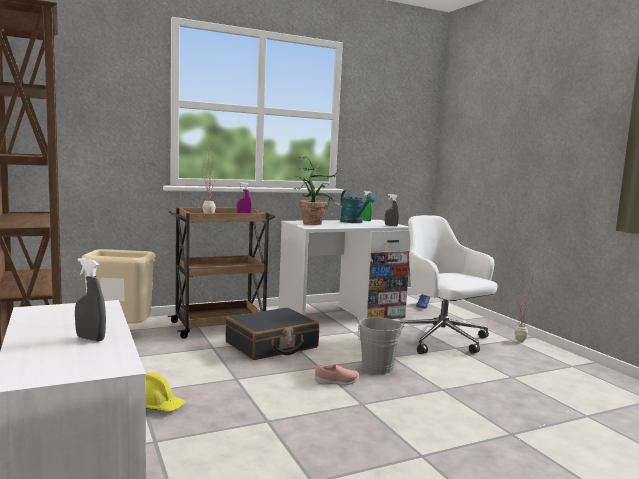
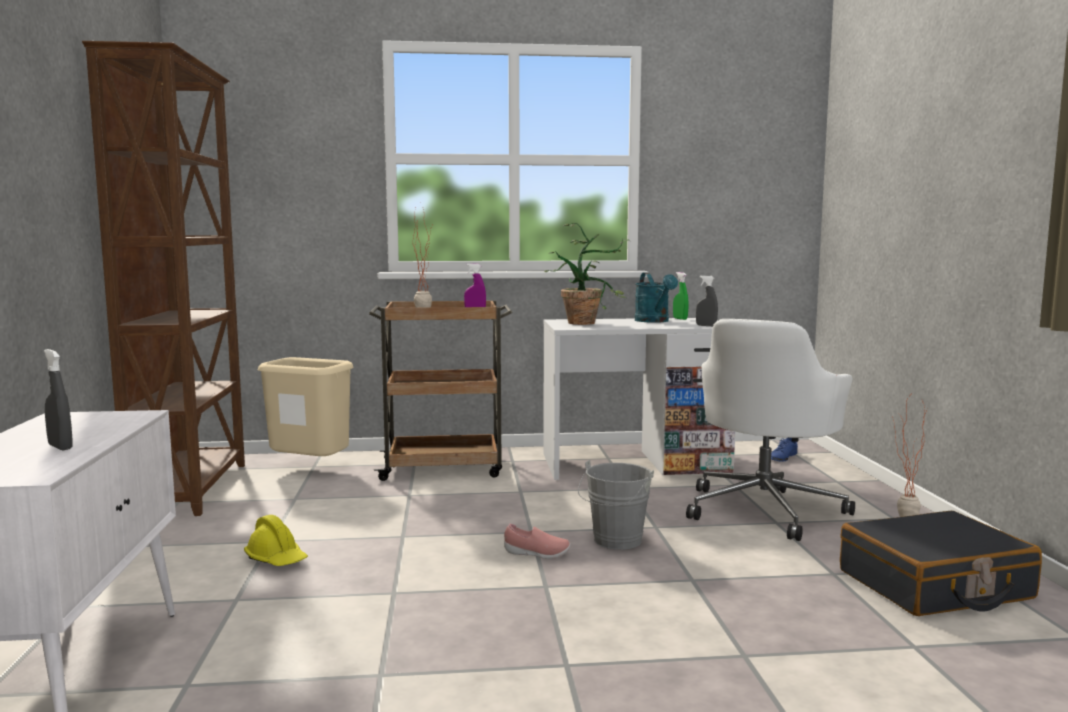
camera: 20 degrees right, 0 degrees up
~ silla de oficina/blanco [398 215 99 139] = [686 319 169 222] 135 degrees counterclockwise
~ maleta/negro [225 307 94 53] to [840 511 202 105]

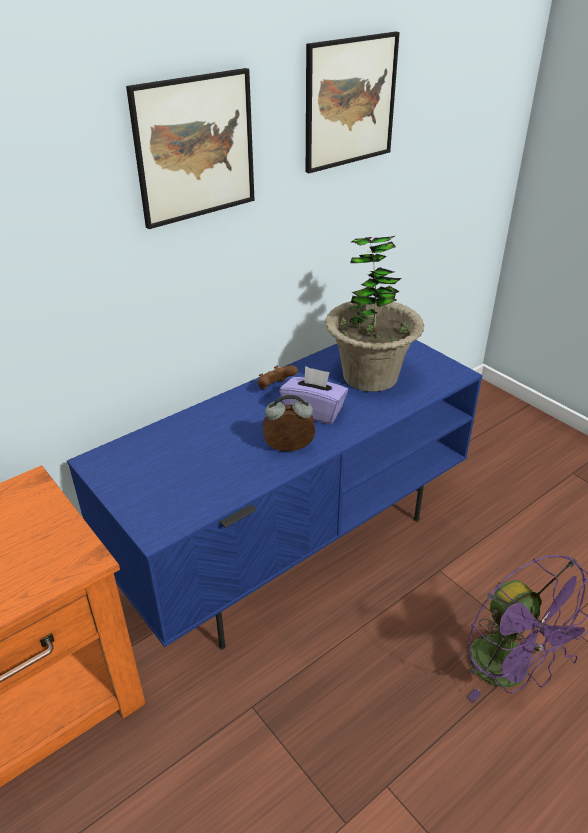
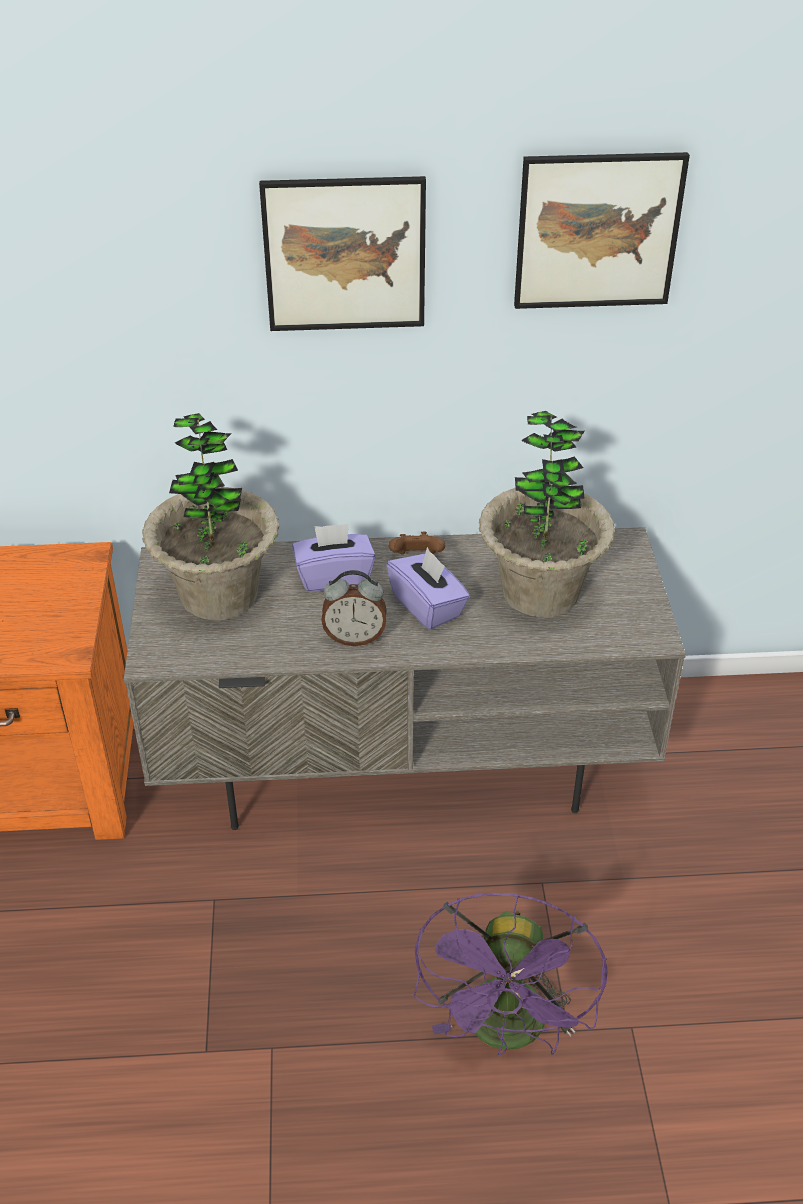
camera: 35 degrees right, 5 degrees up
~ mueble de televisión/azul [67 340 416 309] to mueble de televisión/gris [124 527 562 303]
+ planta en maceta [142 413 137 208]
+ caja de pañuelos/morado [292 524 84 68]
~ despertador [263 395 52 57] = [321 570 66 76] 150 degrees clockwise

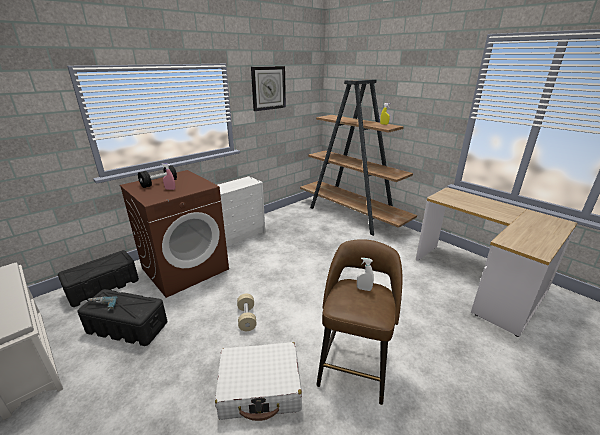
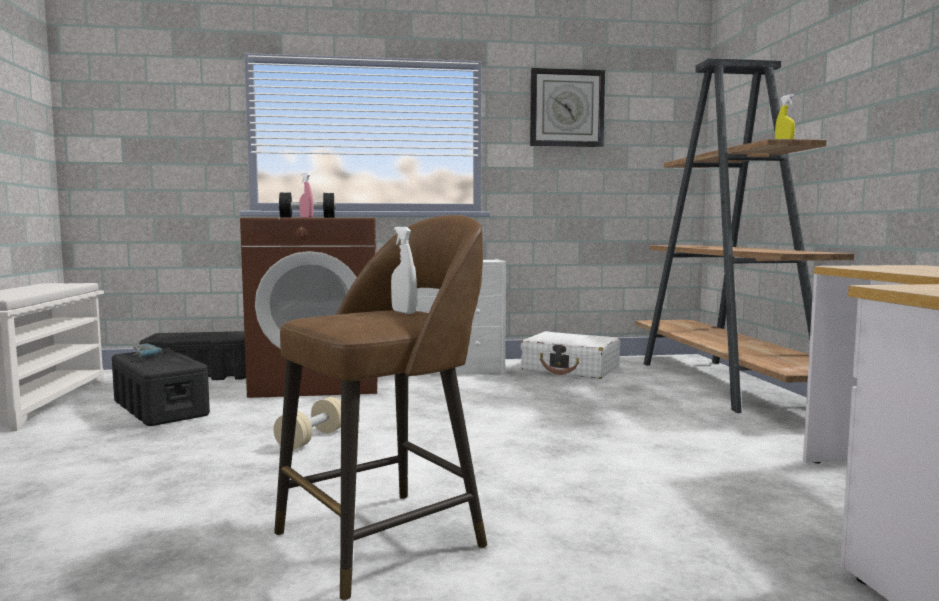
camera: 35 degrees right, 20 degrees down
~ maleta/blanco [215 342 87 79] to [521 331 99 48]

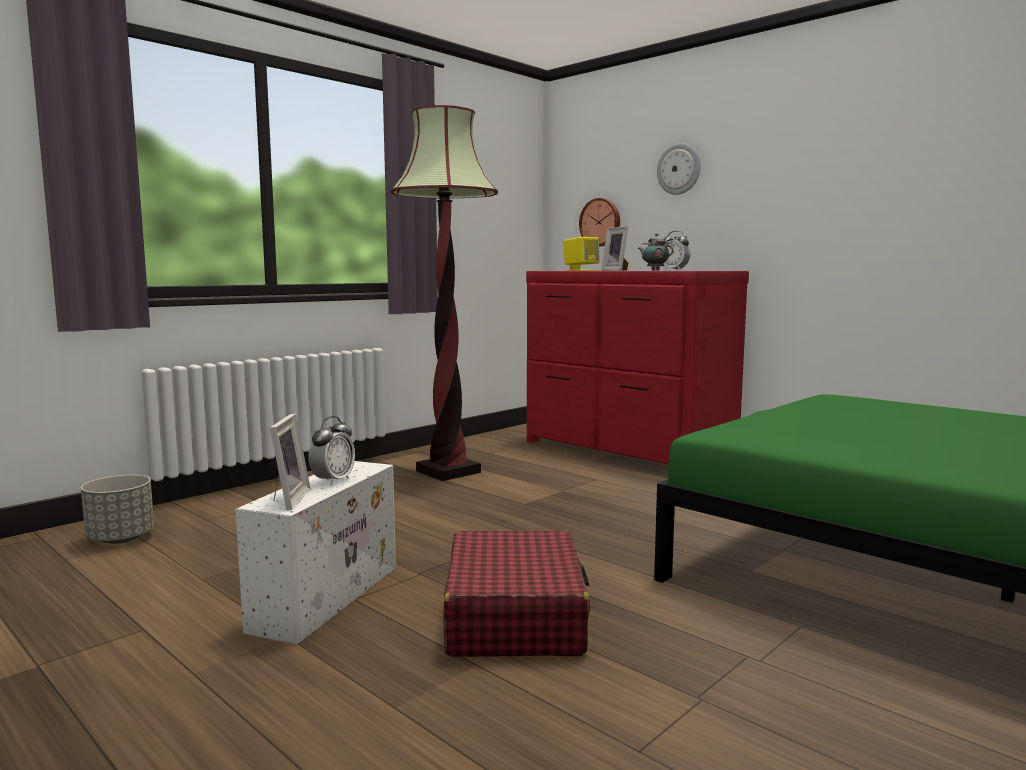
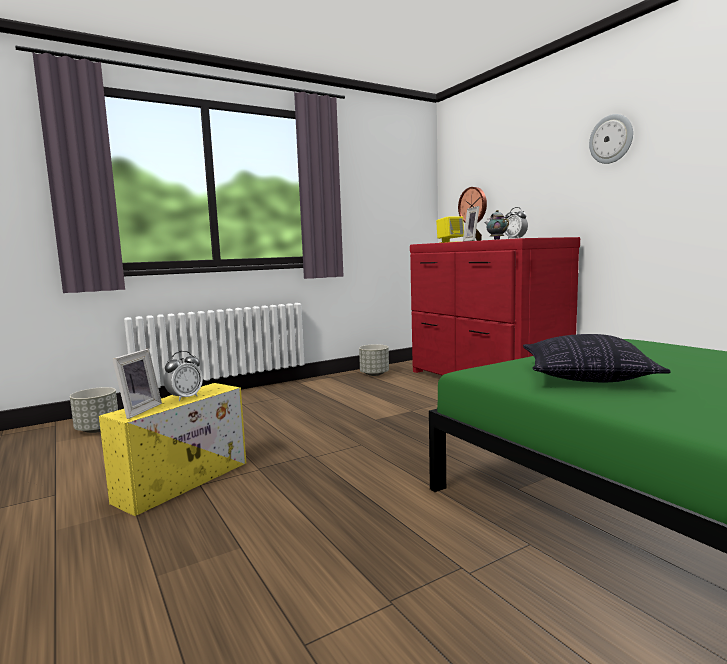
camera: 15 degrees right, 0 degrees up
~ caja de almacenaje/blanco [235 461 161 184] to caja de almacenaje/amarillo [99 383 147 133]
+ maceta/gris [359 344 30 32]
+ cojín [523 334 148 48]
~ reloj de pared [657 143 44 52] to [589 114 44 50]
- lámpara de pie [390 105 108 376]
- maleta/rojo [443 530 147 127]

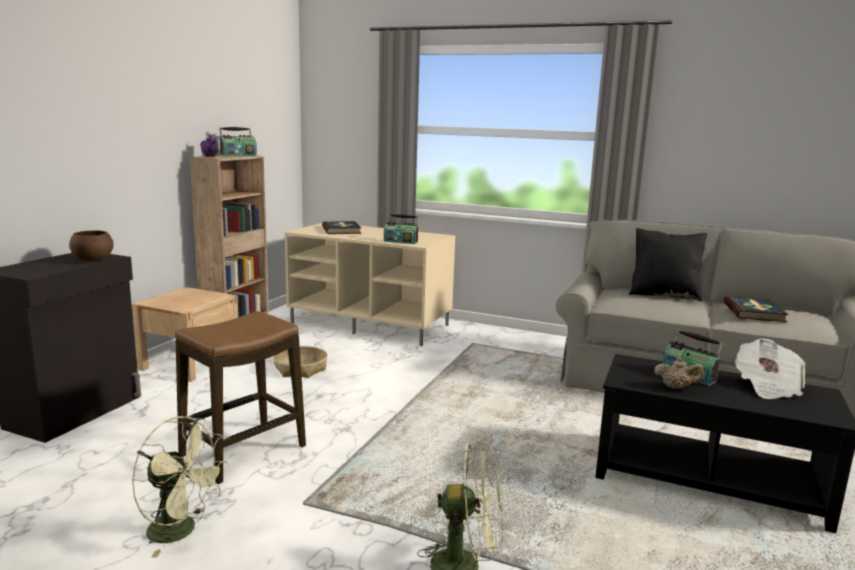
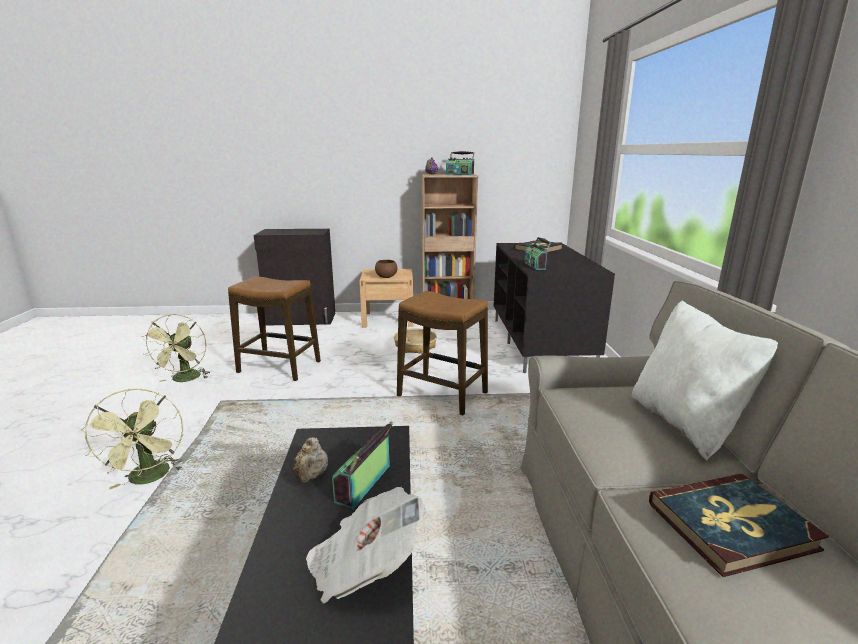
camera: 65 degrees right, 5 degrees up
~ cuenco/marrón [69 230 45 31] to [375 260 22 18]
+ taburete [397 291 91 124]
~ mueble de televisión/beis [285 223 170 123] to mueble de televisión/negro [494 242 121 131]
~ cojín/negro [628 228 79 74] to cojín/blanco [632 301 146 159]

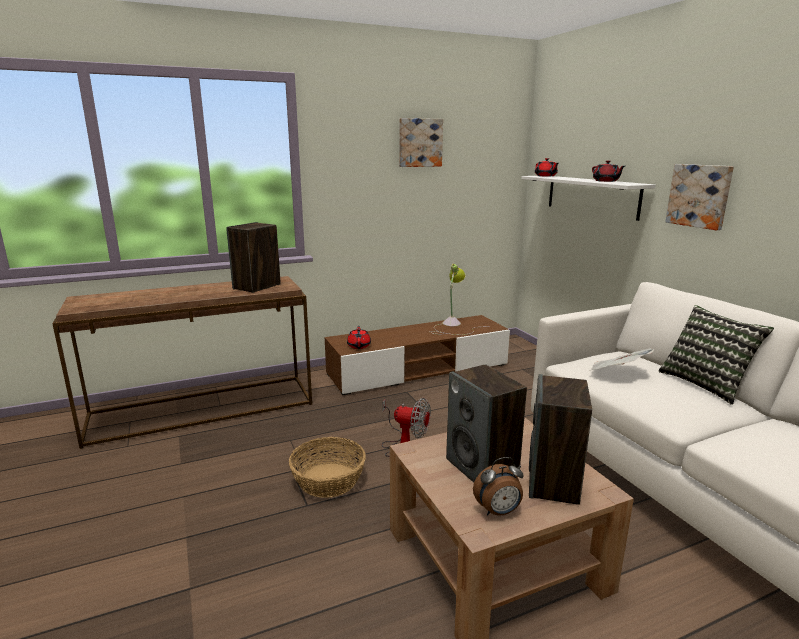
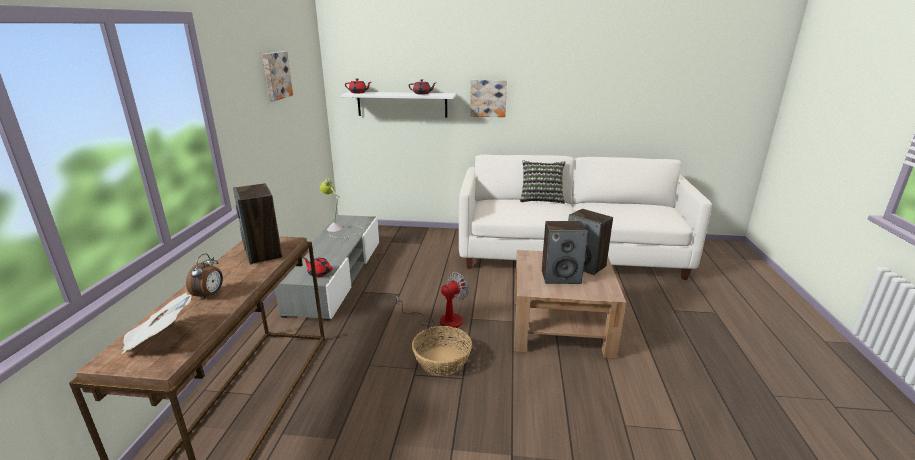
camera: 60 degrees left, 5 degrees up
~ periódico [589 348 65 23] to [121 292 71 62]
~ despertador [473 457 51 59] to [186 254 37 46]
~ mueble de televisión/marrón [325 315 185 80] to mueble de televisión/gris [275 215 104 106]

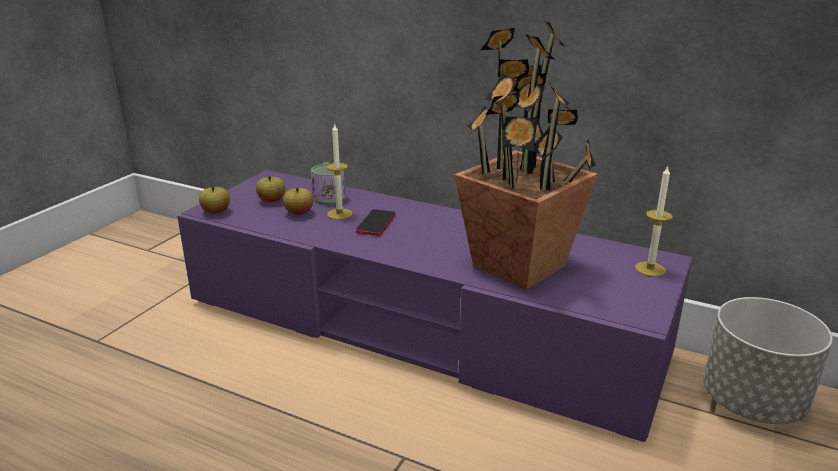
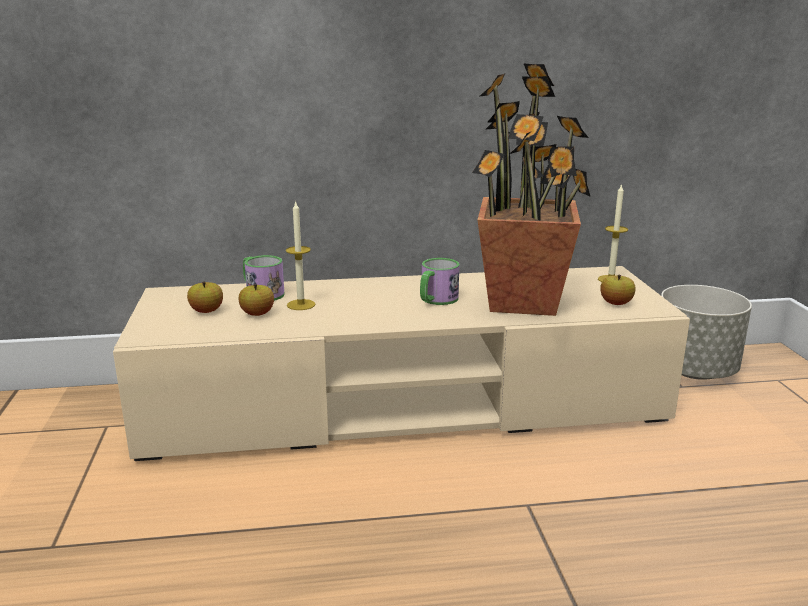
camera: 35 degrees left, 5 degrees down
~ mueble de televisión/morado [177 170 516 272] to mueble de televisión/beis [113 266 577 195]
+ taza grande [420 258 40 47]
~ manzana [199 187 31 26] to [600 275 36 30]
- móvil [356 209 40 27]

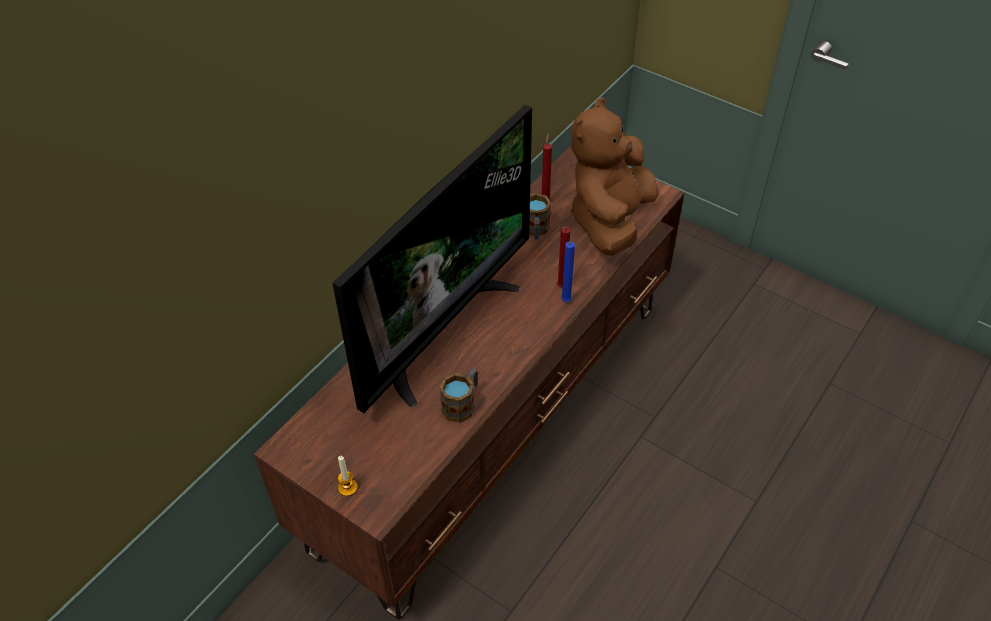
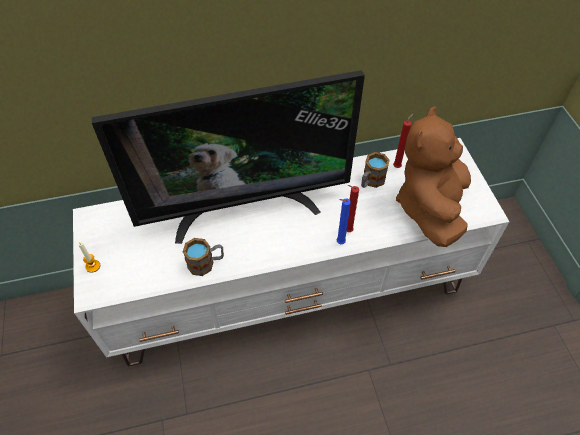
camera: 40 degrees right, 5 degrees up
~ mueble de televisión/marrón [254 146 430 474] to mueble de televisión/blanco [73 138 437 228]
~ peluche/marrón [570 97 88 158] = [396 106 75 141] 45 degrees counterclockwise

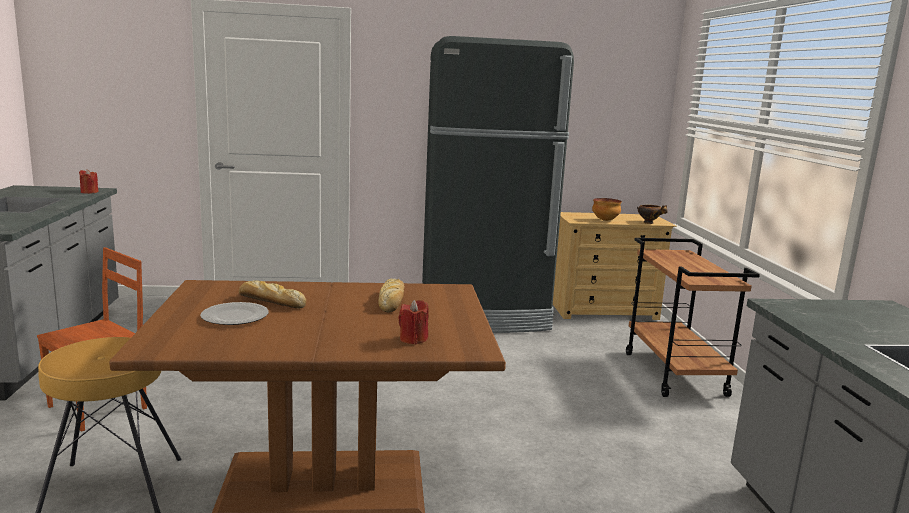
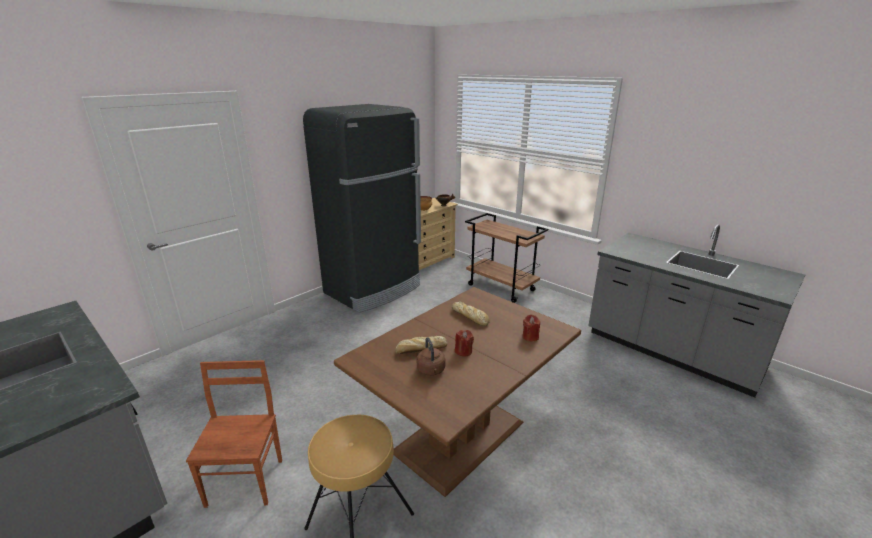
camera: 40 degrees left, 10 degrees up
~ plato [200 302 69 23] to hervidor/marrón [417 337 28 39]
~ vela/rojo [79 169 20 25] to [455 330 19 27]

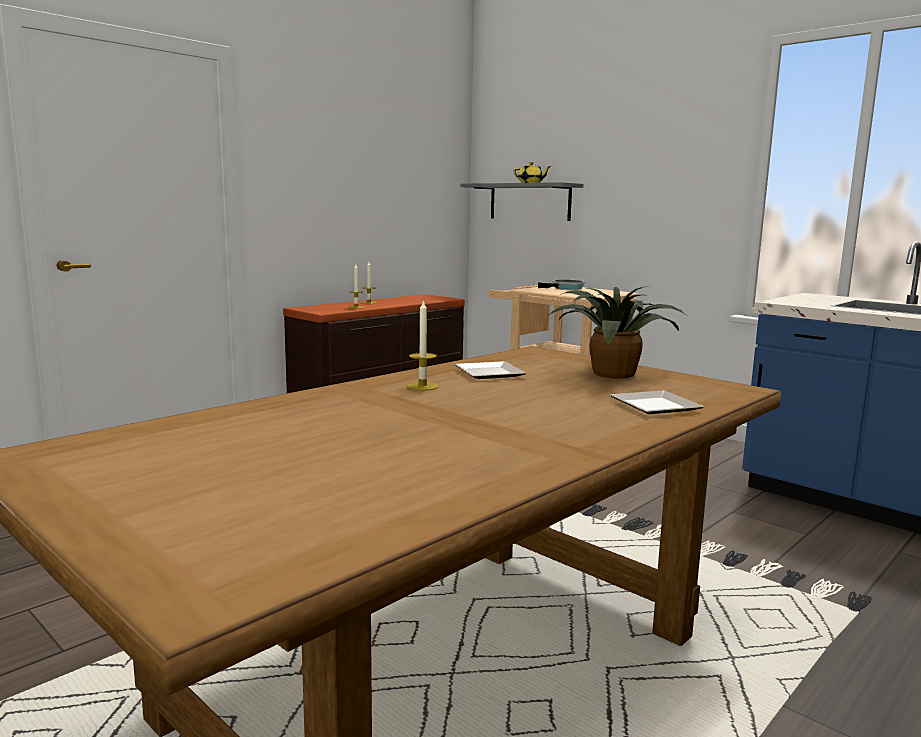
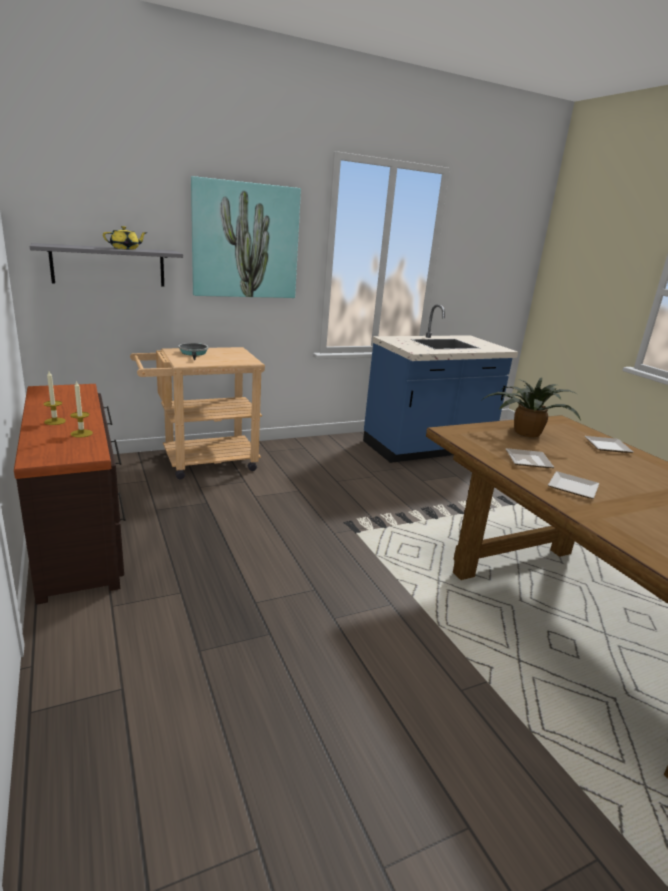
camera: 70 degrees left, 10 degrees up
+ cuadro [191 176 110 122]
~ vela [407 299 32 92] to plato [548 471 51 28]

